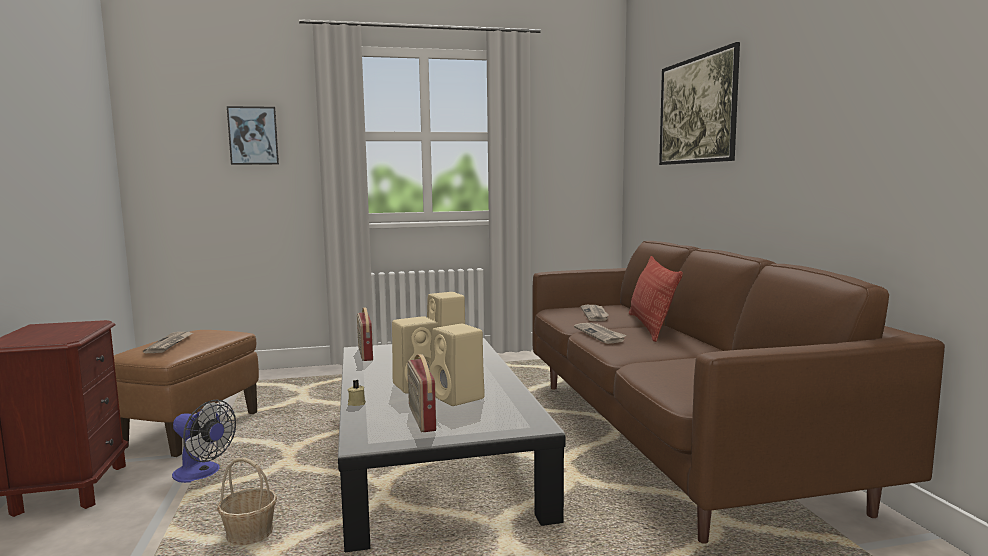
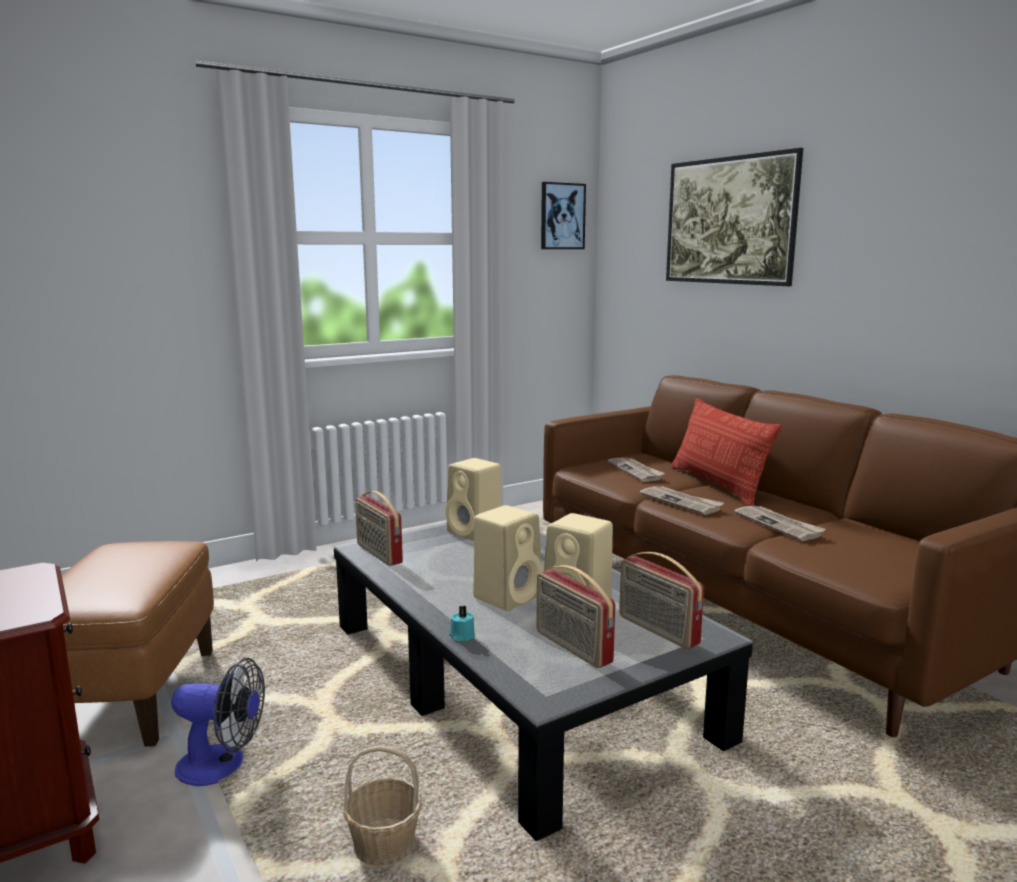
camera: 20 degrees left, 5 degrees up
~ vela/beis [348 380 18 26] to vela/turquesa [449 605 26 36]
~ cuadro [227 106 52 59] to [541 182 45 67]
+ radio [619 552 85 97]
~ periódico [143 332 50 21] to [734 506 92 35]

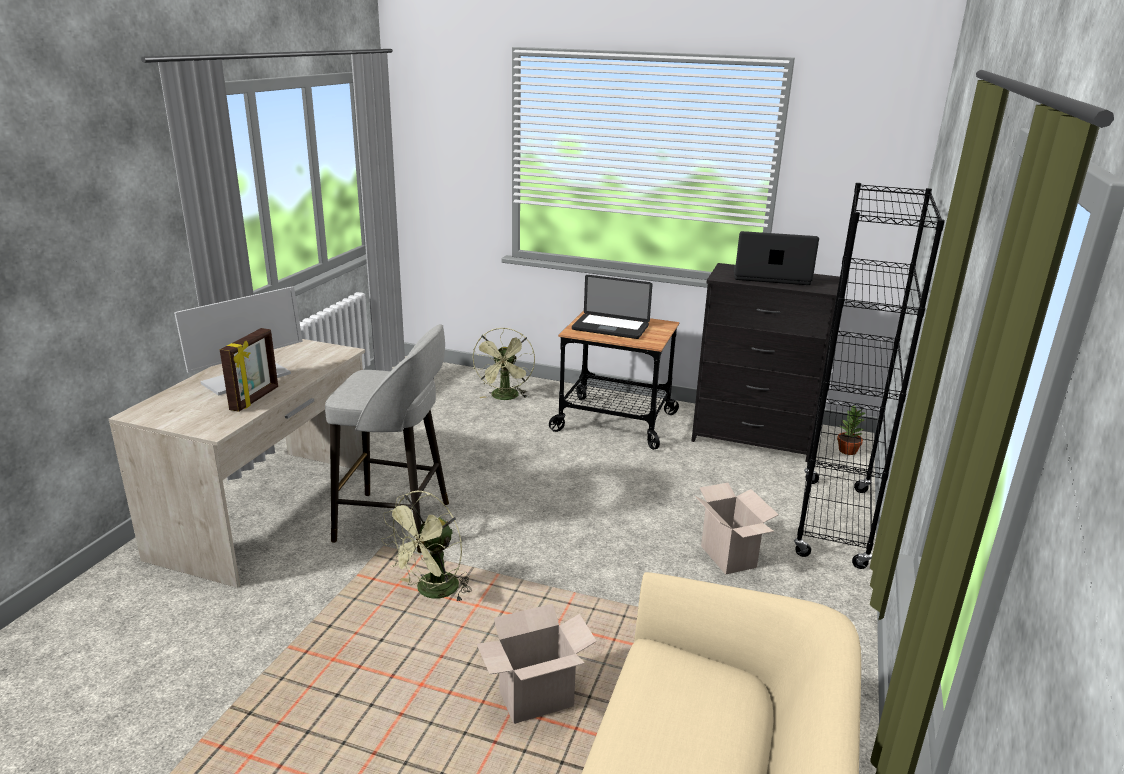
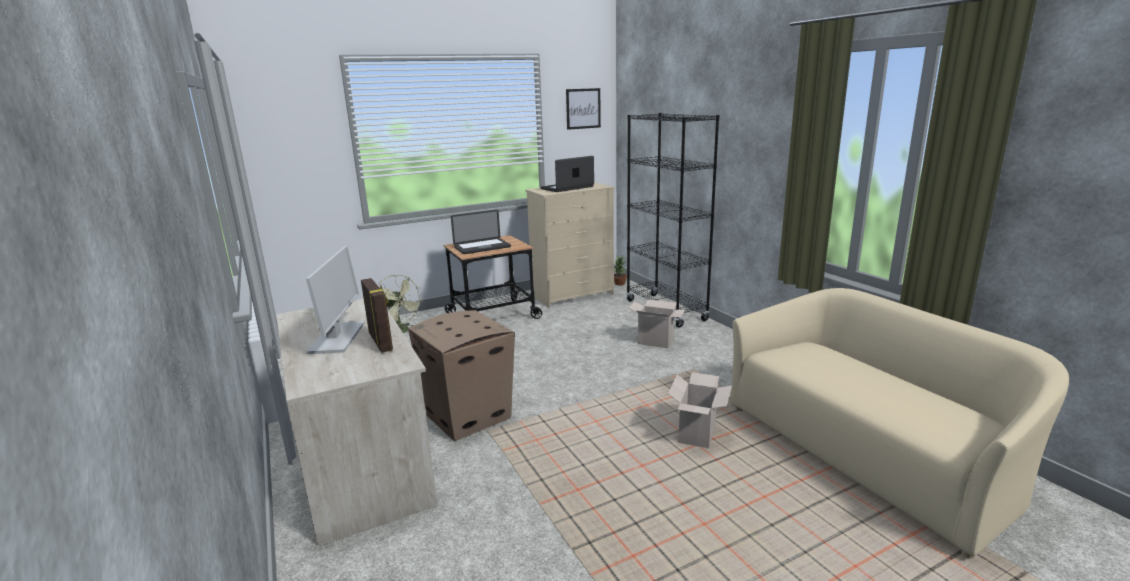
camera: 45 degrees left, 5 degrees down
~ taburete/gris [325 324 124 229] to caja de cartón [408 310 107 131]
~ cómoda/negro [691 263 149 199] to cómoda/beis [525 182 90 126]
+ cuadro [566 88 35 42]
- ventilador/verde [381 491 91 112]

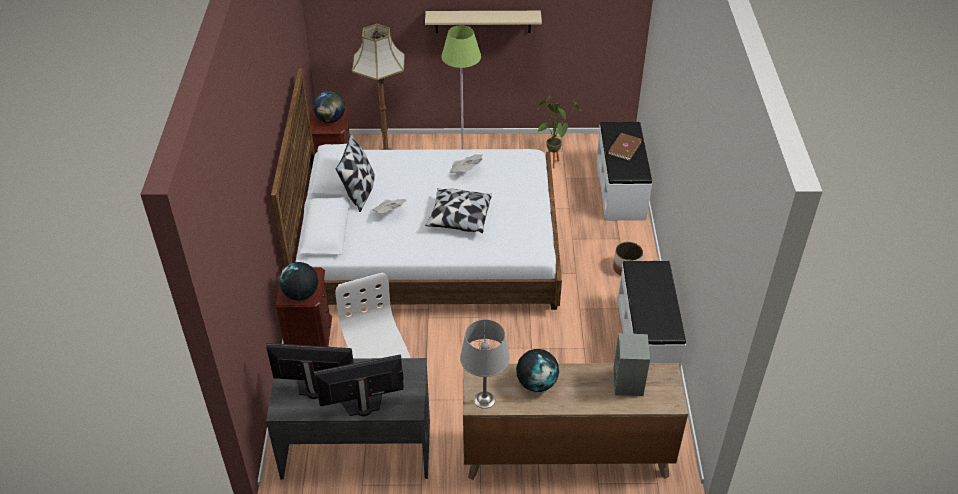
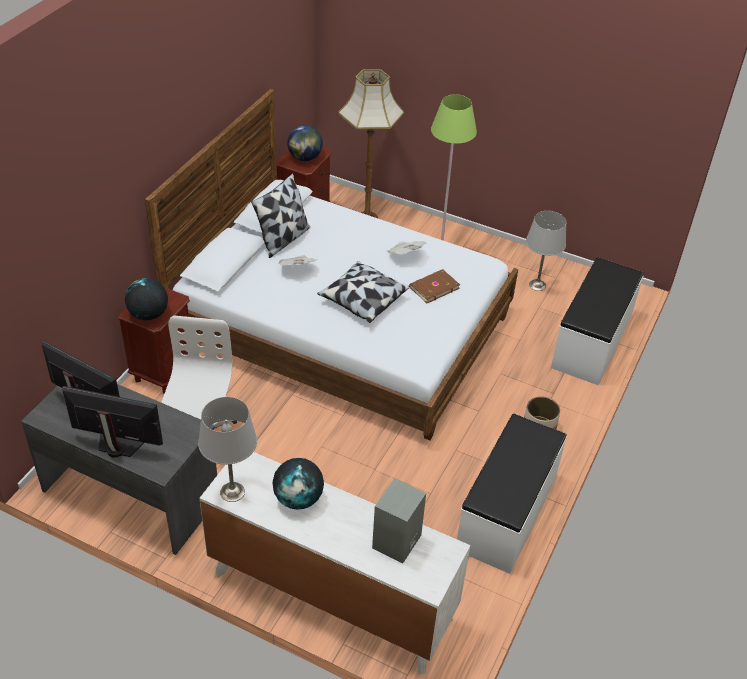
camera: 25 degrees right, 0 degrees up
~ cómoda/marrón [463 363 225 117] to cómoda/blanco [199 452 272 222]
~ libro/marrón [608 133 34 28] to [409 269 51 34]
~ planta en maceta [536 96 45 72] to lámpara de mesa/gris [526 211 40 80]
- estante/beis [425 11 117 22]

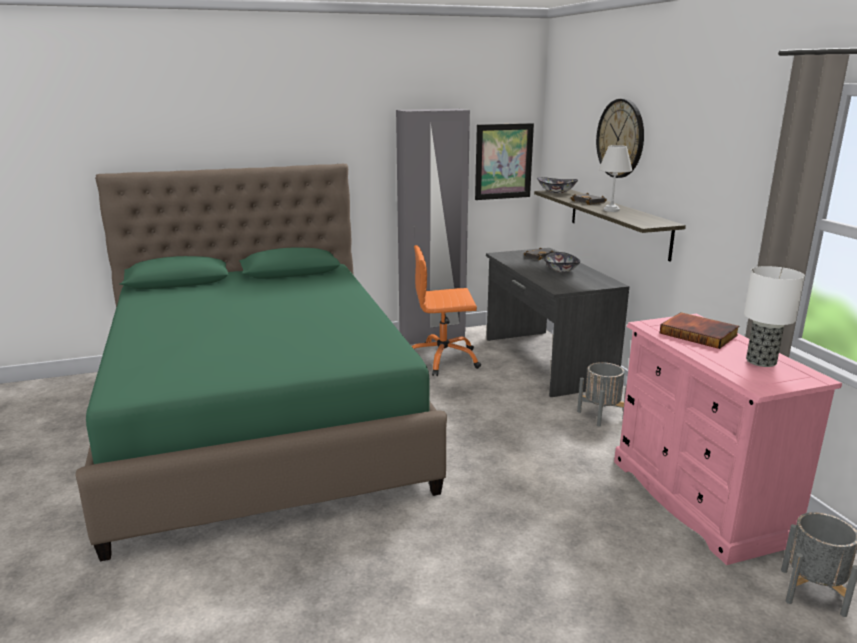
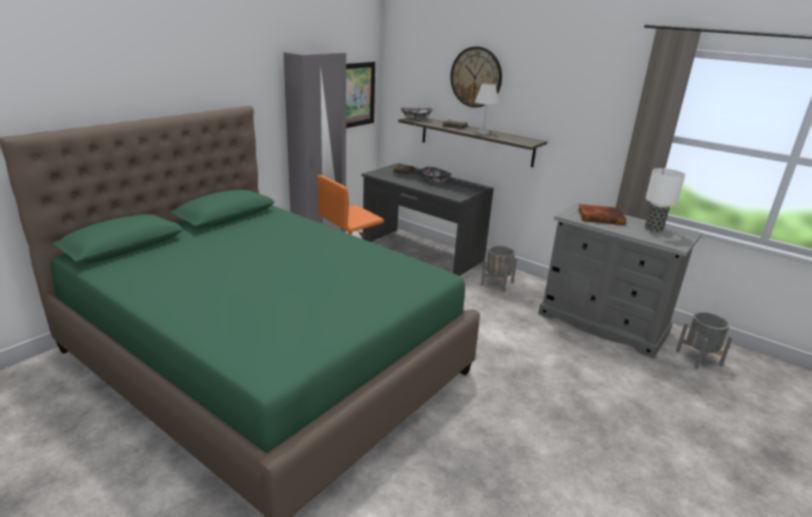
camera: 35 degrees left, 5 degrees up
~ cómoda/rosa [614 314 228 251] to cómoda/gris [538 203 163 156]

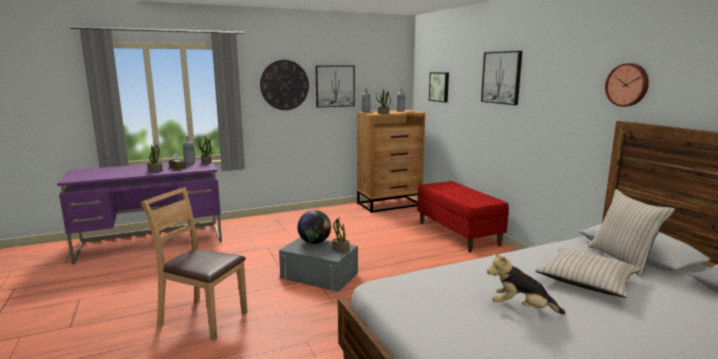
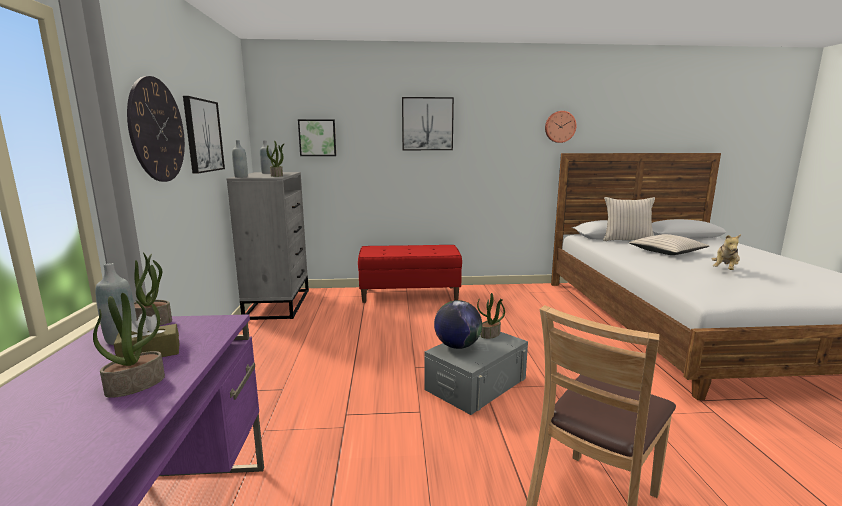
camera: 70 degrees left, 0 degrees up
~ cómoda/marrón [357 110 68 103] to cómoda/gris [227 172 82 148]

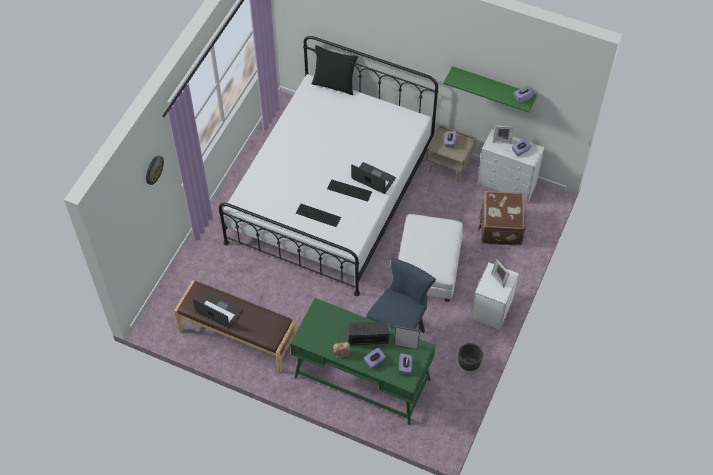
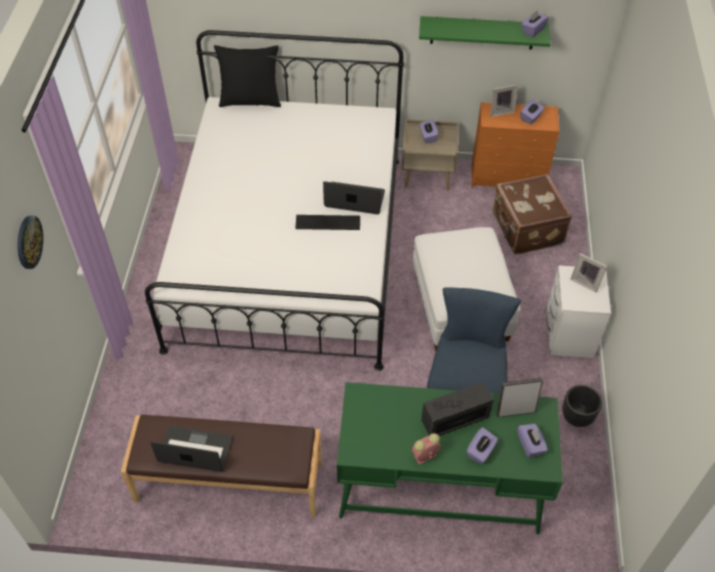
camera: 20 degrees left, 5 degrees down
~ cómoda/blanco [477 129 67 74] to cómoda/naranja [472 102 88 86]
- teclado [296 204 45 23]

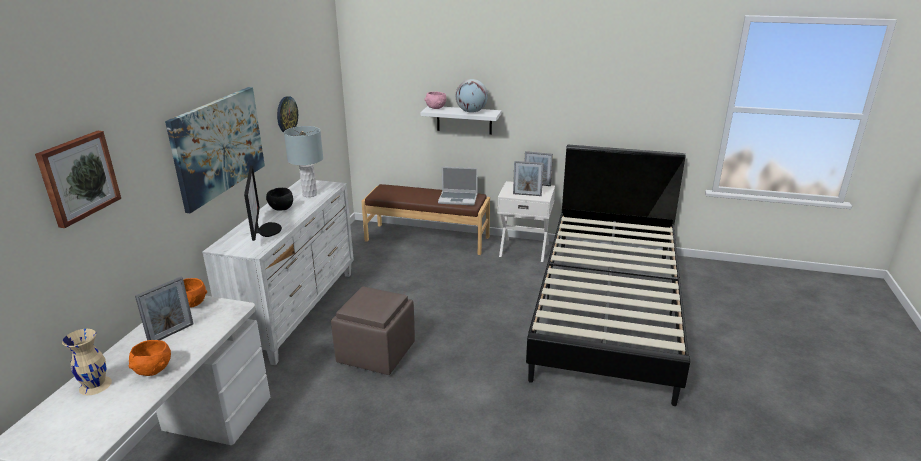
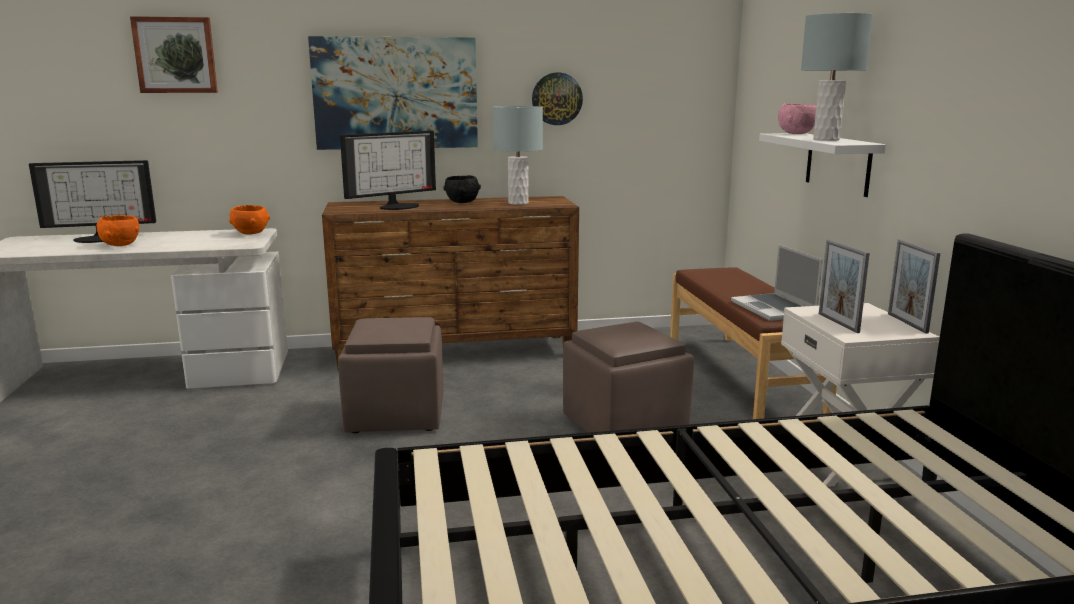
camera: 65 degrees right, 10 degrees down
~ florero/beis [62 329 50 66] to monitor [29 160 127 83]
~ cómoda/blanco [202 179 152 186] to cómoda/marrón [322 196 257 170]
+ puf/marrón [563 322 131 111]
~ globo terráqueo [456 79 32 34] to lámpara de mesa/gris [801 13 72 128]
- portarretratos [135 276 59 64]

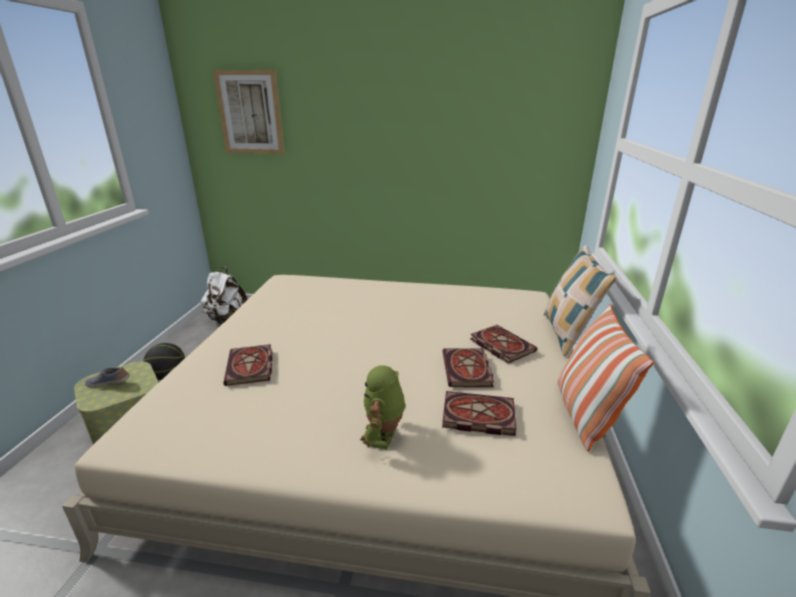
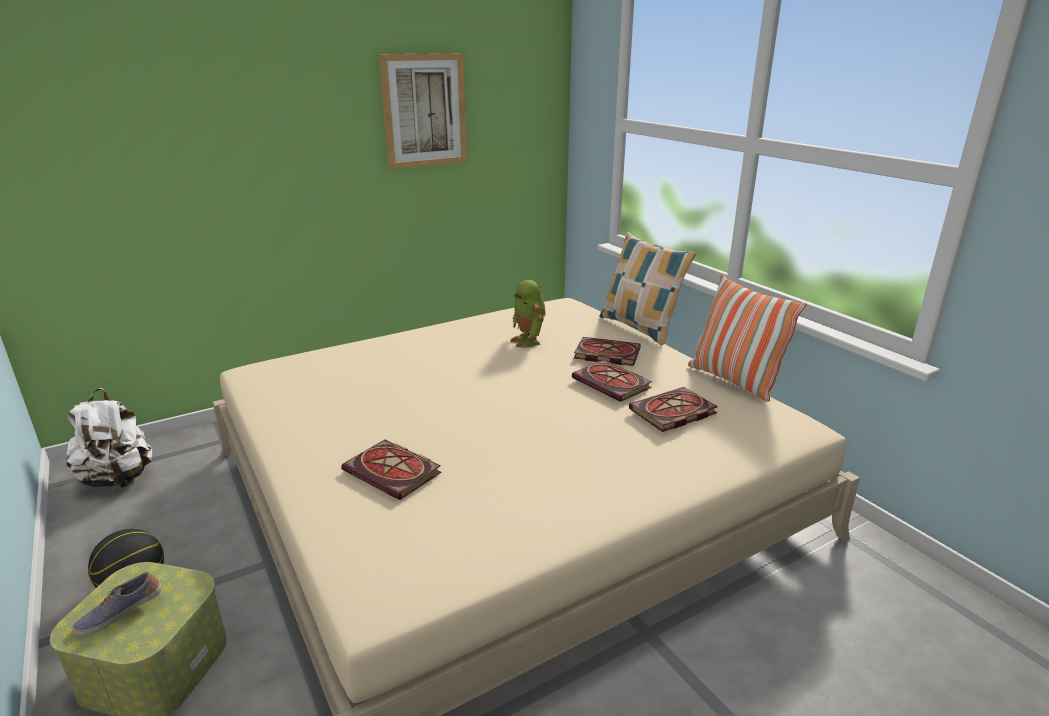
camera: 40 degrees left, 0 degrees up
~ cuadro [213 70 71 84] to [379 53 88 116]
~ robot de juguete [360 365 46 85] to [510 280 36 68]

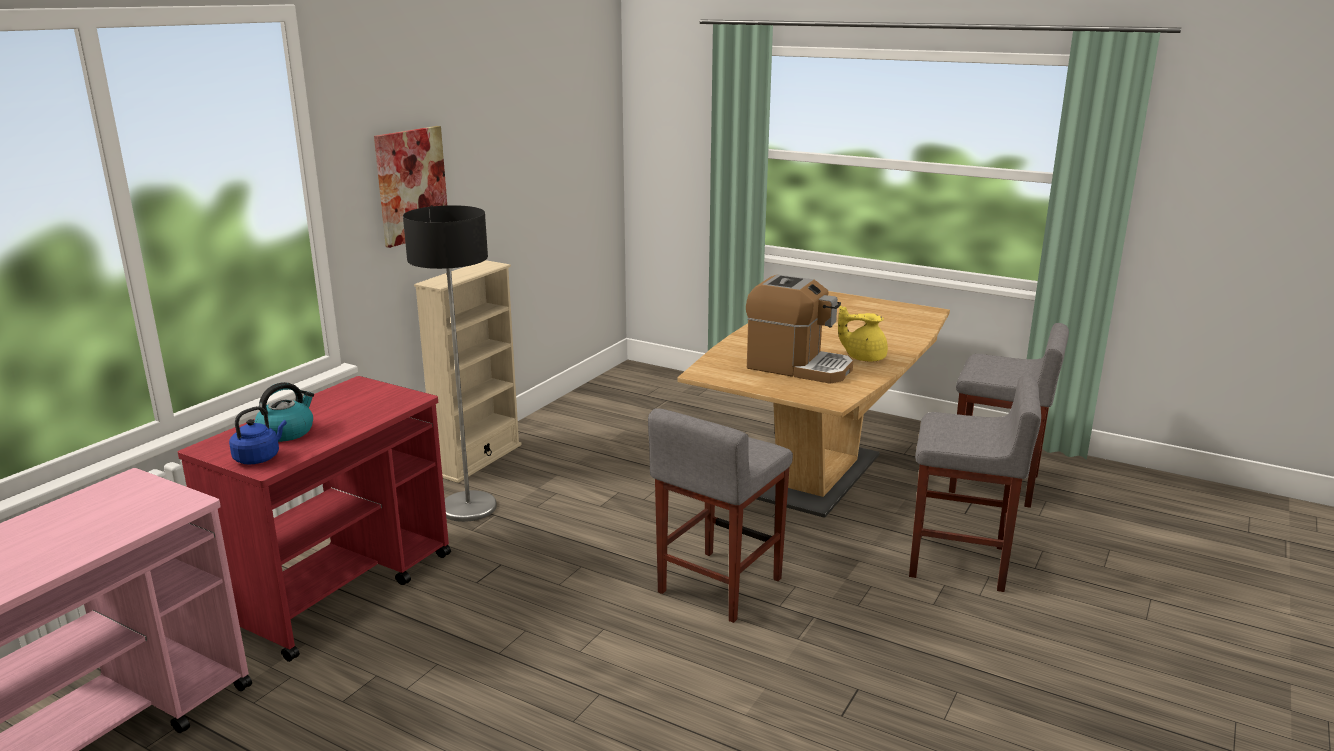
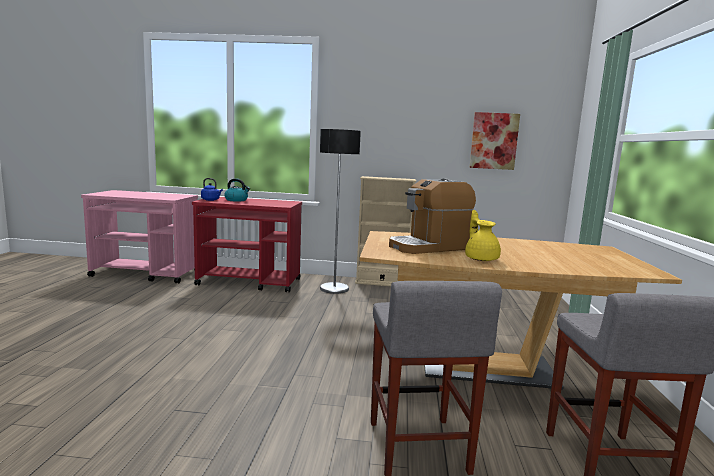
camera: 65 degrees right, 10 degrees down
~ cafetera [746 274 107 110] = [389 179 87 75] 60 degrees clockwise
~ cuadro [374 126 73 122] to [470 112 50 58]
- taburete/gris [648 408 145 215]

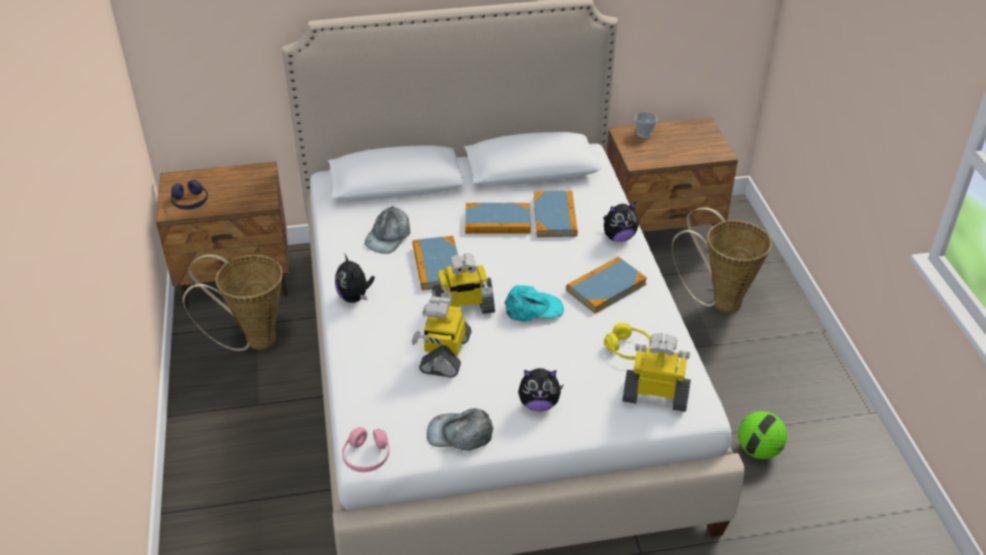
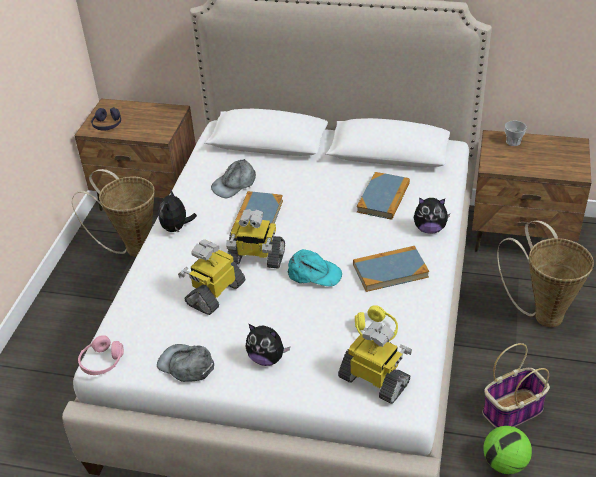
camera: 25 degrees right, 0 degrees up
+ cesta [482 343 68 85]
- libro [465 203 66 31]

